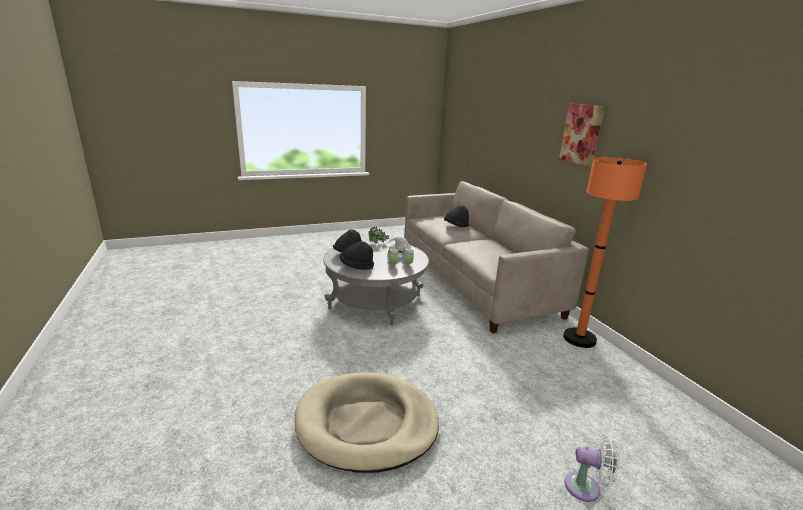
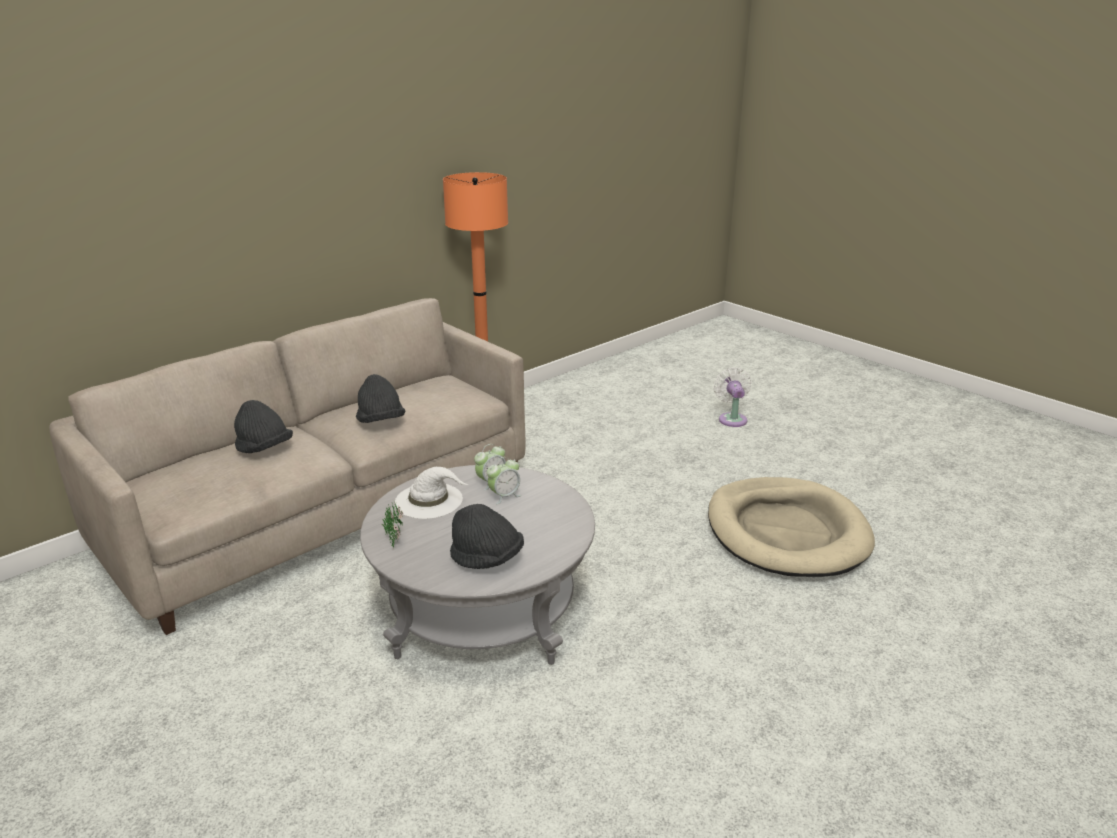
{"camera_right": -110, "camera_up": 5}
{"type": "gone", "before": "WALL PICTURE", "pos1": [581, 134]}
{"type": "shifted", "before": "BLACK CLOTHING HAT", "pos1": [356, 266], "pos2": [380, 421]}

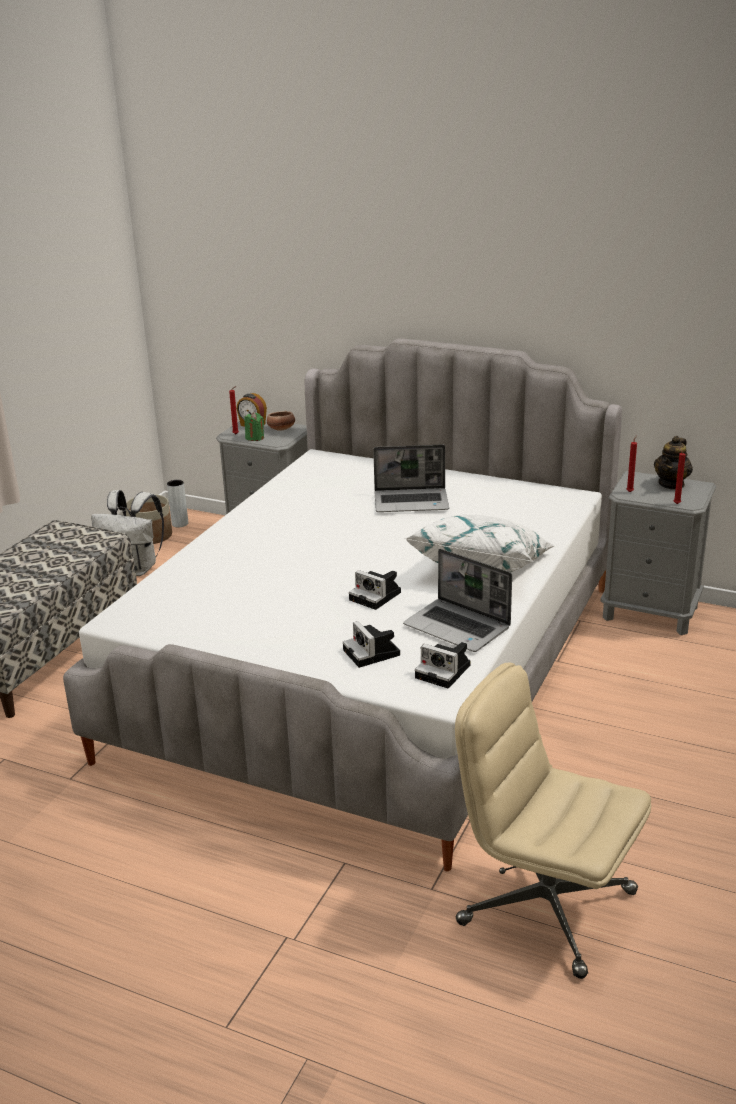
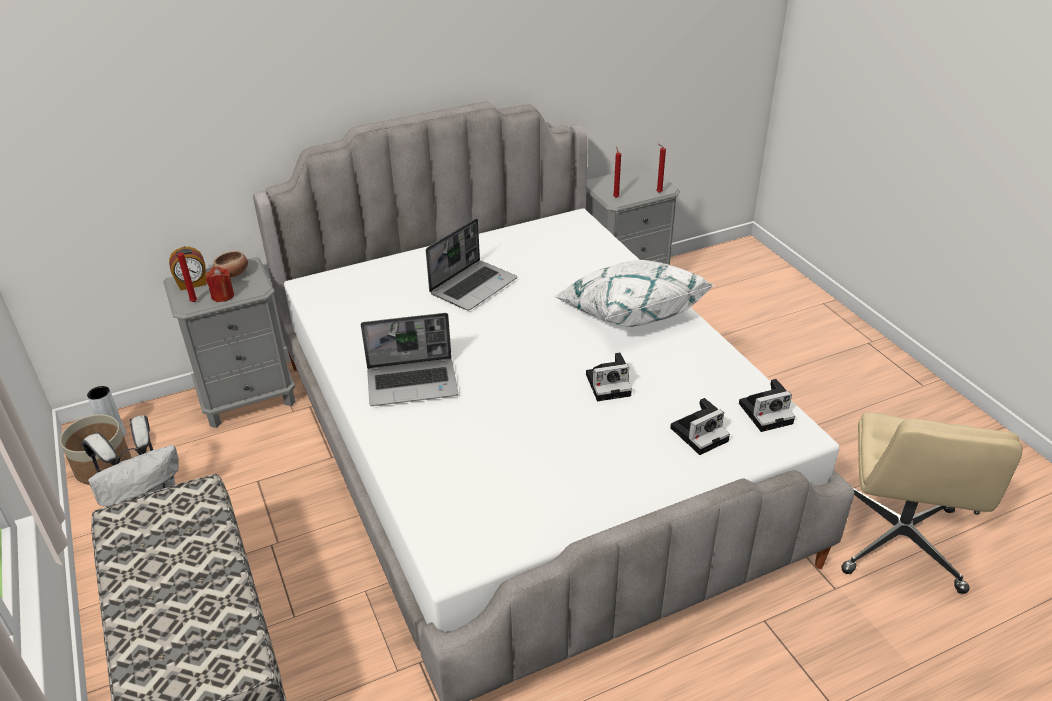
{"camera_right": -50, "camera_up": 10}
{"type": "gone", "before": "POT FOR TEA", "pos1": [671, 484]}
{"type": "shifted", "before": "PORTABLE COMPUTER", "pos1": [458, 627], "pos2": [413, 383]}
{"type": "repainted", "before": "GREEN-COLOURED WAX LIGHT", "after": "RED-COLOURED WAX LIGHT", "pos1": [255, 438], "pos2": [222, 296]}
{"type": "rotated", "before": "STILL CAMERA", "pos1": [373, 653], "pos2": [700, 433], "turn": -45}
{"type": "rotated", "before": "BEIGE DESK CHAIR", "pos1": [544, 907], "pos2": [899, 542], "turn": -60}

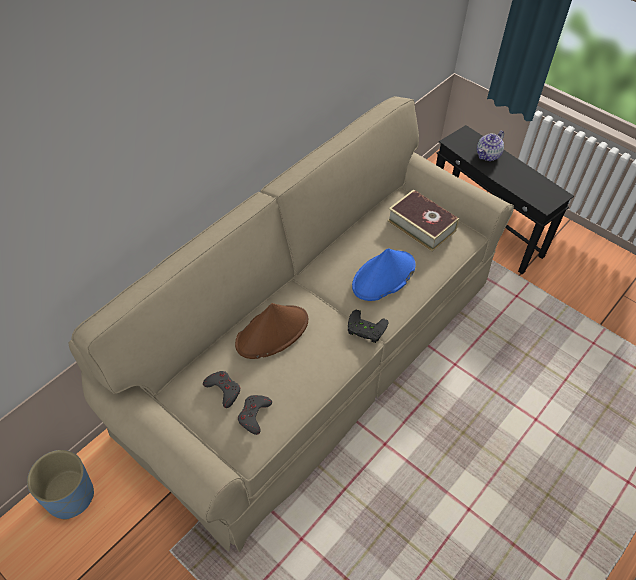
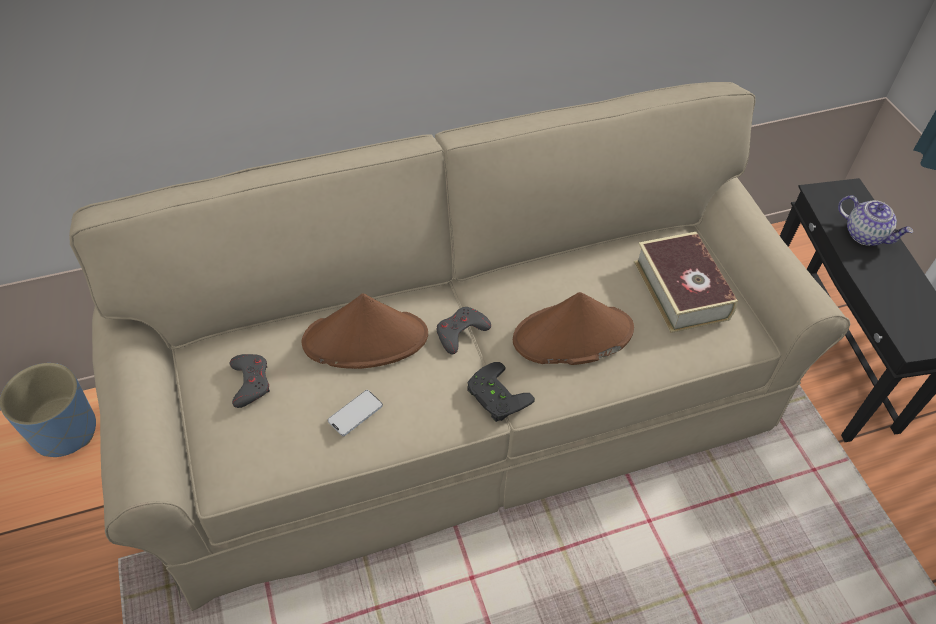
{"camera_right": 30, "camera_up": 0}
{"type": "new", "after": "HANDSET", "pos2": [355, 413]}
{"type": "shifted", "before": "GREYISH GAME CONTROLLER", "pos1": [254, 415], "pos2": [461, 332]}
{"type": "repainted", "before": "BLUE-COLOURED CLOTHING HAT", "after": "BROWNISH CLOTHING HAT", "pos1": [383, 276], "pos2": [572, 335]}
{"type": "rotated", "before": "POT FOR TEA", "pos1": [488, 155], "pos2": [865, 235], "turn": -120}

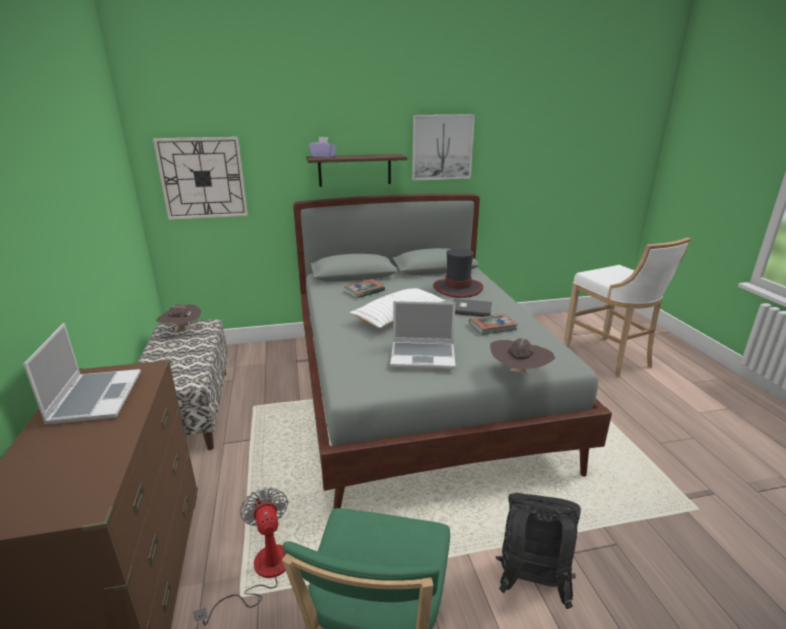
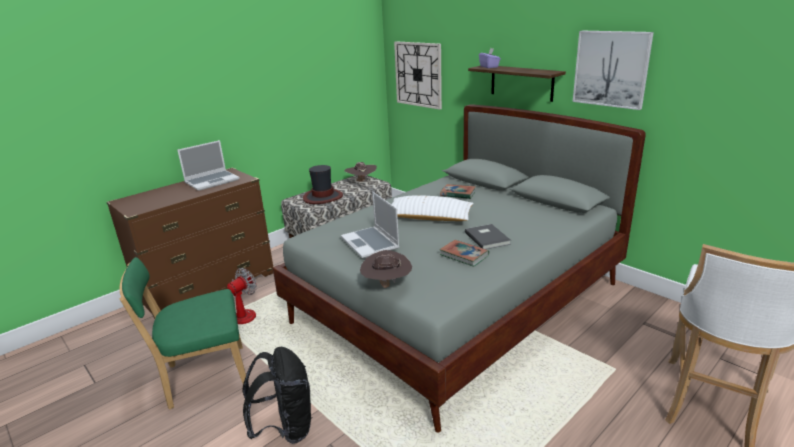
{"camera_right": 60, "camera_up": 0}
{"type": "shifted", "before": "CLOTHING HAT", "pos1": [458, 288], "pos2": [322, 197]}

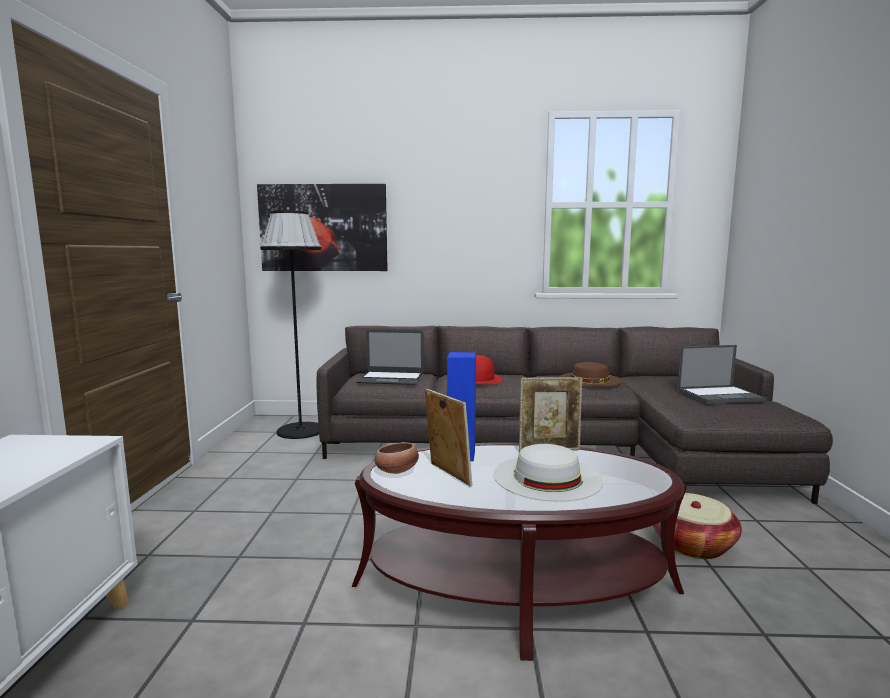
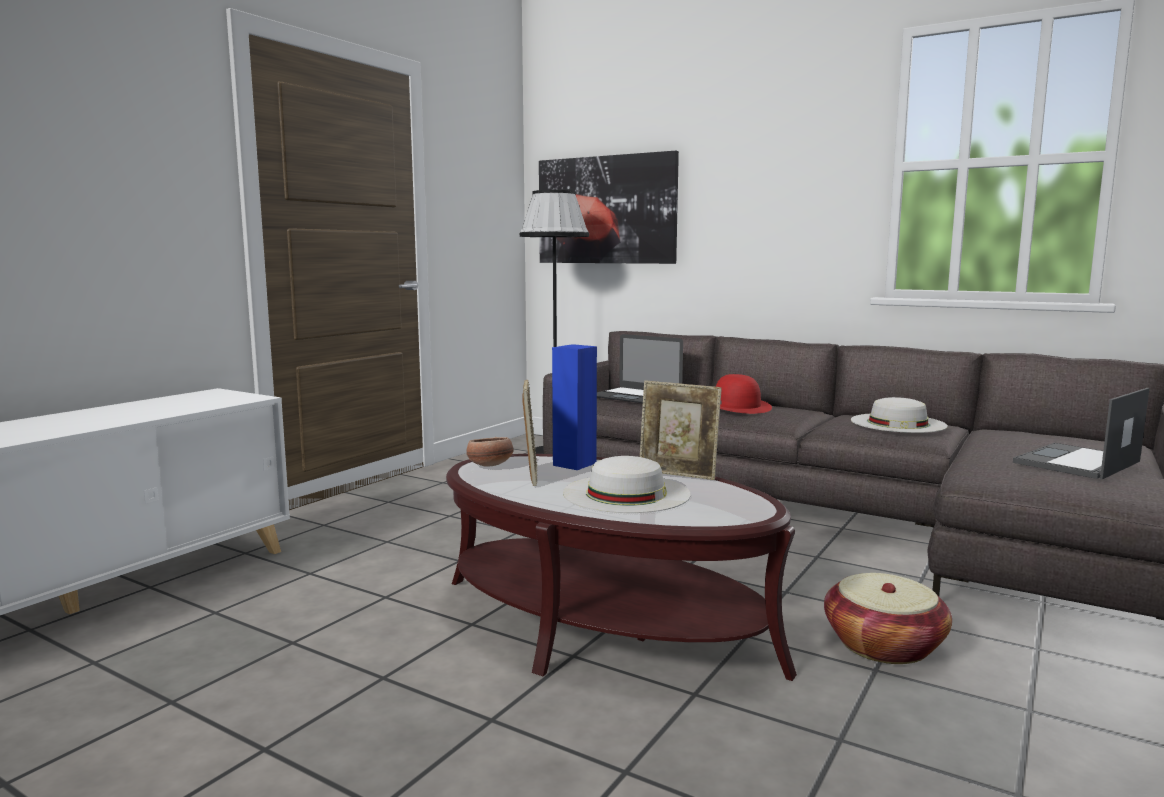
{"camera_right": 30, "camera_up": 0}
{"type": "repainted", "before": "BROWNISH CLOTHING HAT", "after": "WHITE CLOTHING HAT", "pos1": [590, 379], "pos2": [898, 423]}
{"type": "rotated", "before": "PORTABLE COMPUTER", "pos1": [720, 395], "pos2": [1076, 462], "turn": 120}

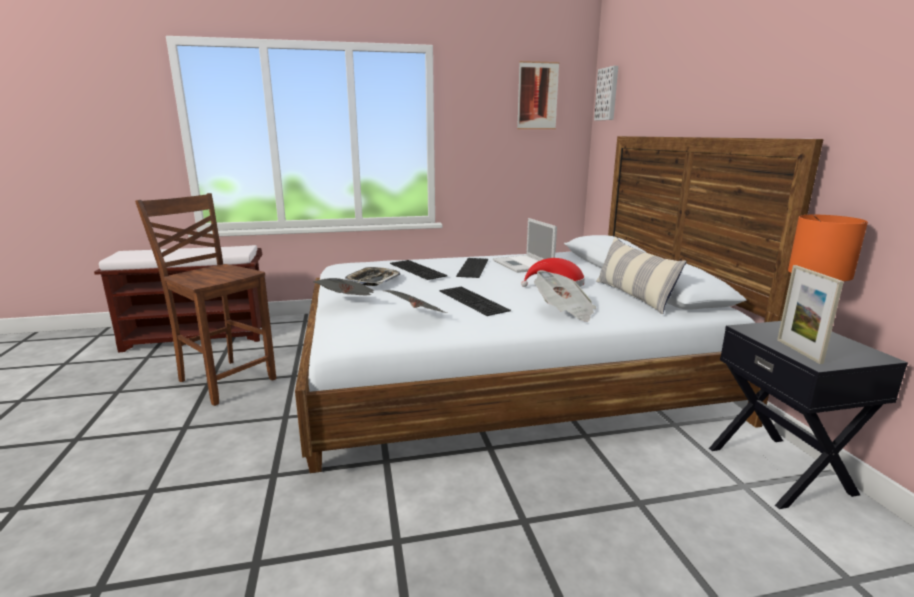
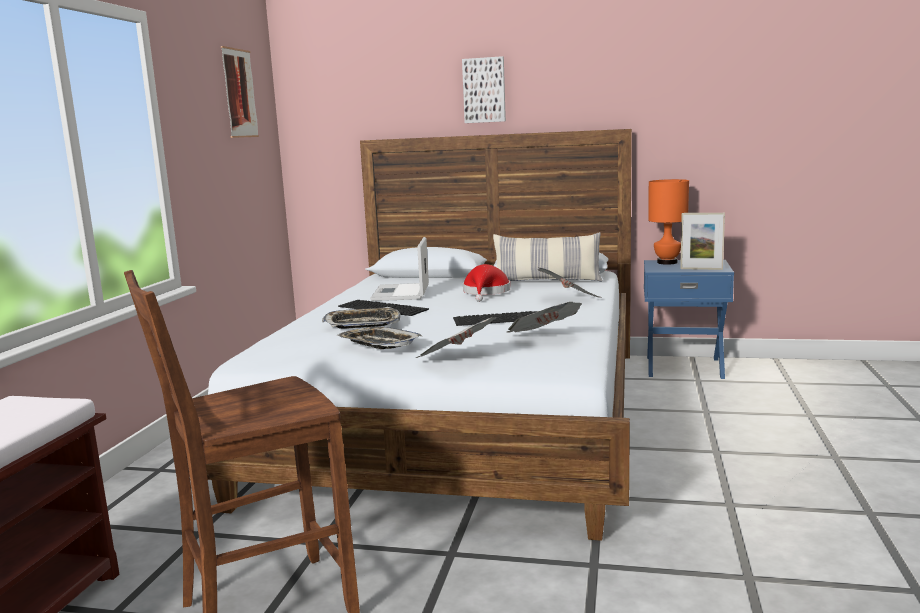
{"camera_right": -65, "camera_up": -5}
{"type": "shifted", "before": "WALL PICTURE", "pos1": [608, 94], "pos2": [484, 90]}
{"type": "swapped", "before": "PC KEYBOARD", "after": "CARRYING TRAY", "pos1": [419, 269], "pos2": [362, 324]}
{"type": "repainted", "before": "BLACK BEDSIDE TABLE", "after": "BLUE-COLOURED BEDSIDE TABLE", "pos1": [780, 470], "pos2": [684, 367]}
{"type": "rotated", "before": "PORTABLE COMPUTER", "pos1": [523, 264], "pos2": [401, 293], "turn": 90}

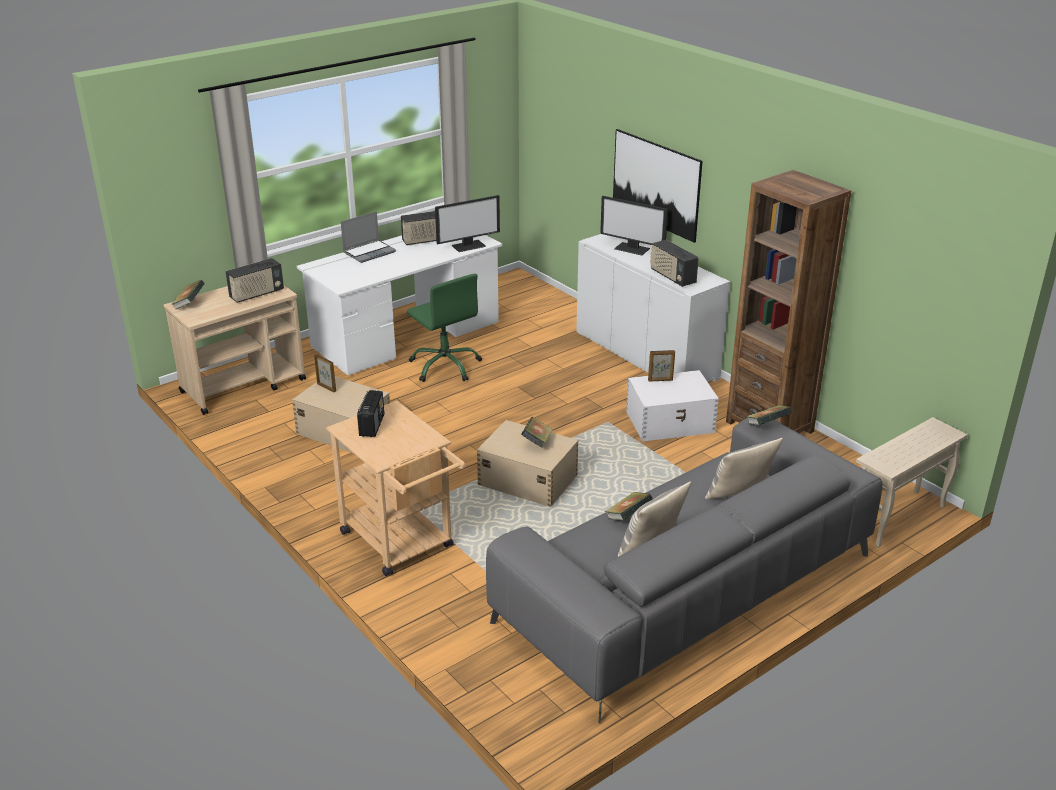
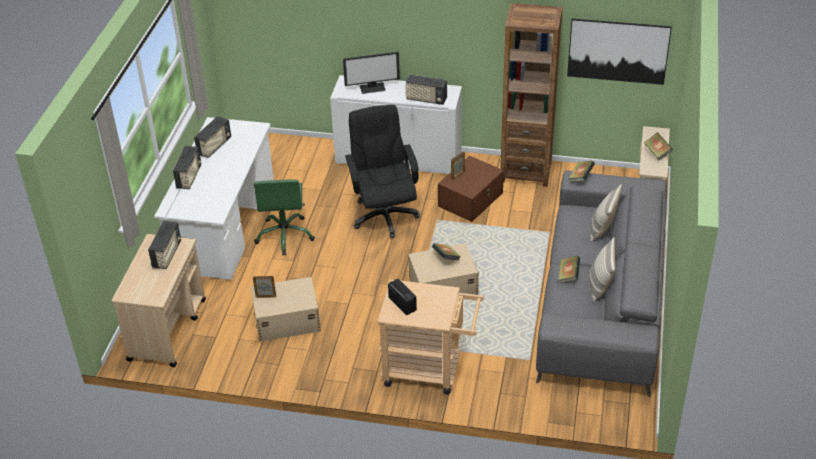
{"camera_right": -40, "camera_up": 10}
{"type": "gone", "before": "COMPUTER SCREEN", "pos1": [468, 245]}
{"type": "new", "after": "BLACK DESK CHAIR", "pos2": [384, 215]}
{"type": "shifted", "before": "VOLUME", "pos1": [189, 304], "pos2": [657, 153]}
{"type": "shifted", "before": "WALL PICTURE", "pos1": [656, 184], "pos2": [618, 51]}
{"type": "swapped", "before": "PORTABLE COMPUTER", "after": "RADIO SET", "pos1": [369, 252], "pos2": [189, 177]}
{"type": "repainted", "before": "WHITE STORAGE CONTAINER", "after": "BROWNISH STORAGE CONTAINER", "pos1": [671, 422], "pos2": [471, 199]}
{"type": "rotated", "before": "GREEN-COLOURED DESK CHAIR", "pos1": [445, 366], "pos2": [285, 235], "turn": 75}

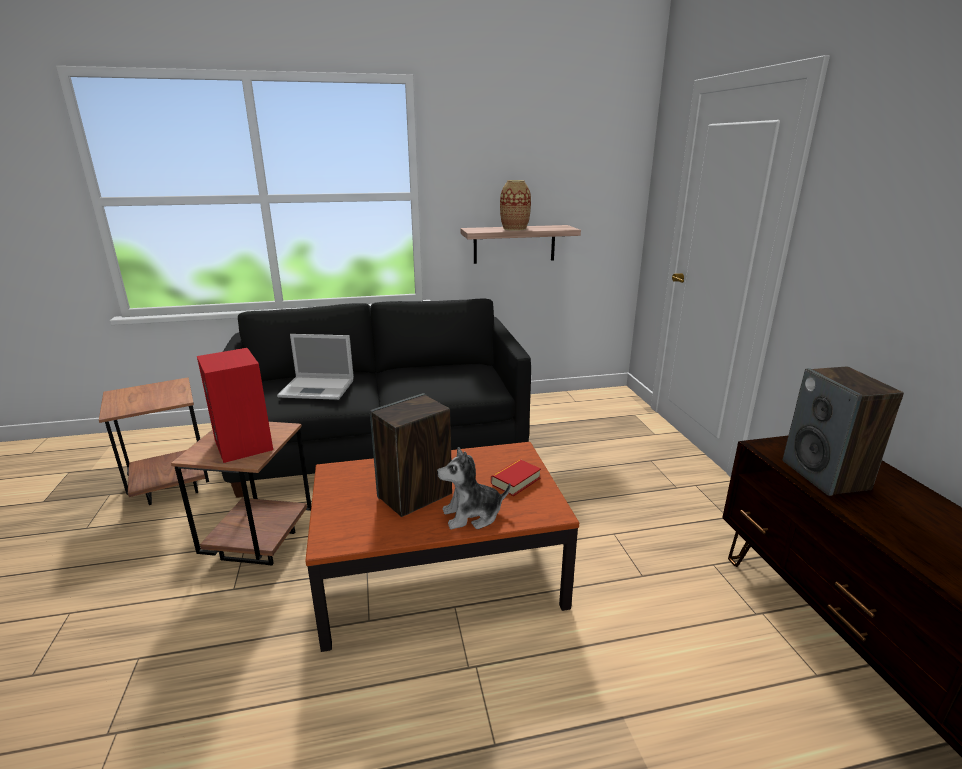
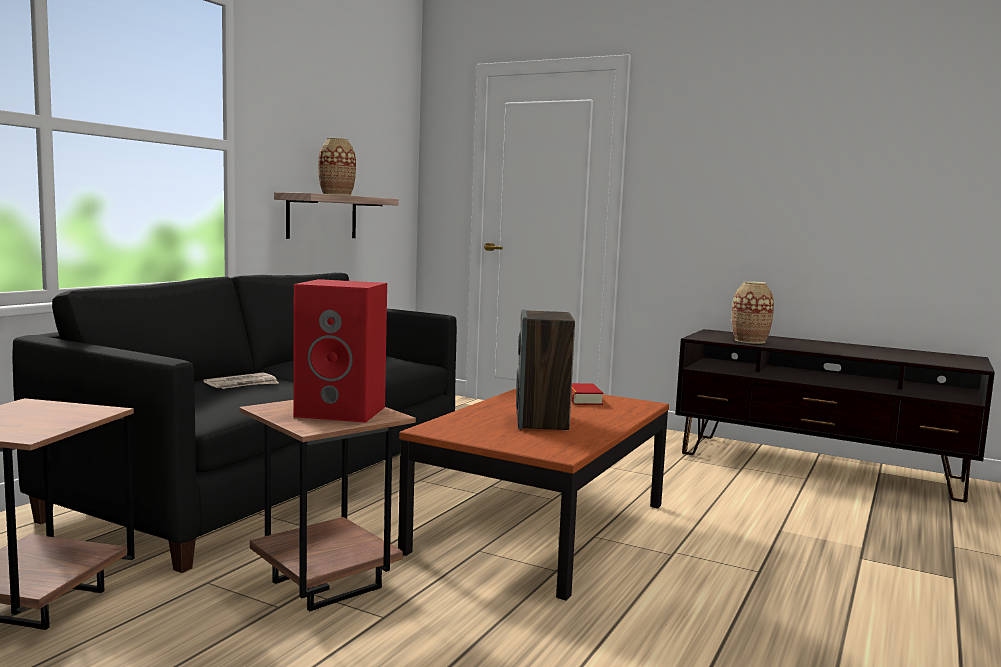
{"camera_right": -50, "camera_up": -15}
{"type": "gone", "before": "PLUSH TOY", "pos1": [472, 515]}
{"type": "swapped", "before": "PORTABLE COMPUTER", "after": "DAILY PAPER", "pos1": [318, 388], "pos2": [243, 384]}
{"type": "swapped", "before": "LOUDSPEAKER", "after": "FLOWER VASE", "pos1": [826, 475], "pos2": [750, 341]}

